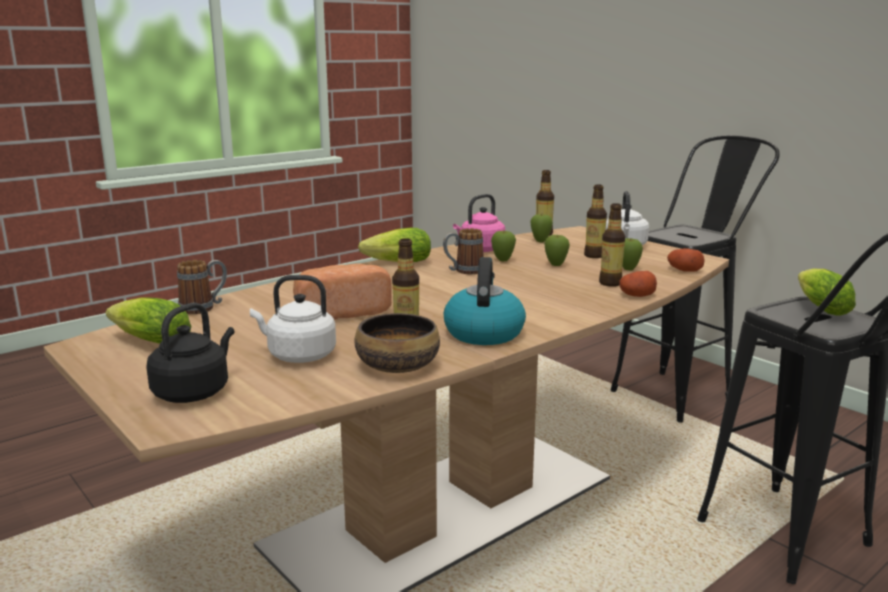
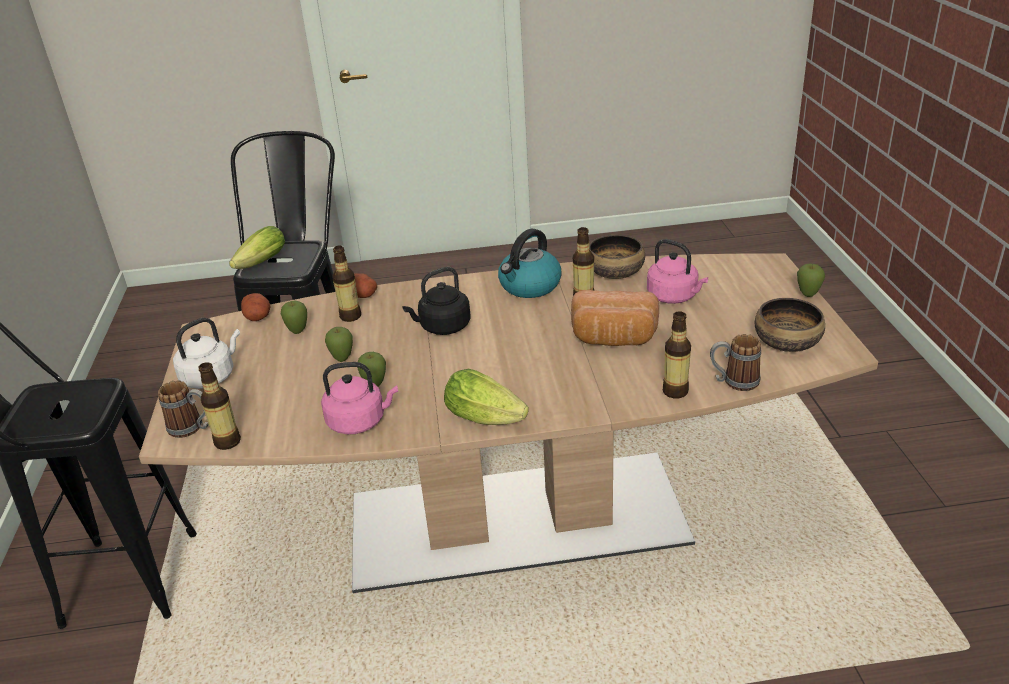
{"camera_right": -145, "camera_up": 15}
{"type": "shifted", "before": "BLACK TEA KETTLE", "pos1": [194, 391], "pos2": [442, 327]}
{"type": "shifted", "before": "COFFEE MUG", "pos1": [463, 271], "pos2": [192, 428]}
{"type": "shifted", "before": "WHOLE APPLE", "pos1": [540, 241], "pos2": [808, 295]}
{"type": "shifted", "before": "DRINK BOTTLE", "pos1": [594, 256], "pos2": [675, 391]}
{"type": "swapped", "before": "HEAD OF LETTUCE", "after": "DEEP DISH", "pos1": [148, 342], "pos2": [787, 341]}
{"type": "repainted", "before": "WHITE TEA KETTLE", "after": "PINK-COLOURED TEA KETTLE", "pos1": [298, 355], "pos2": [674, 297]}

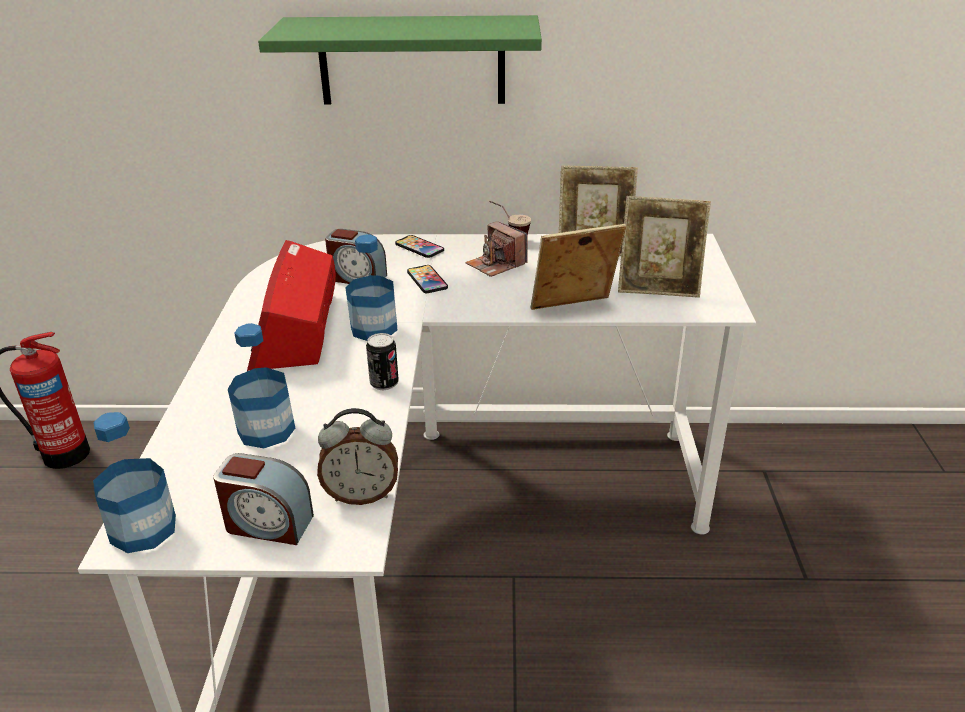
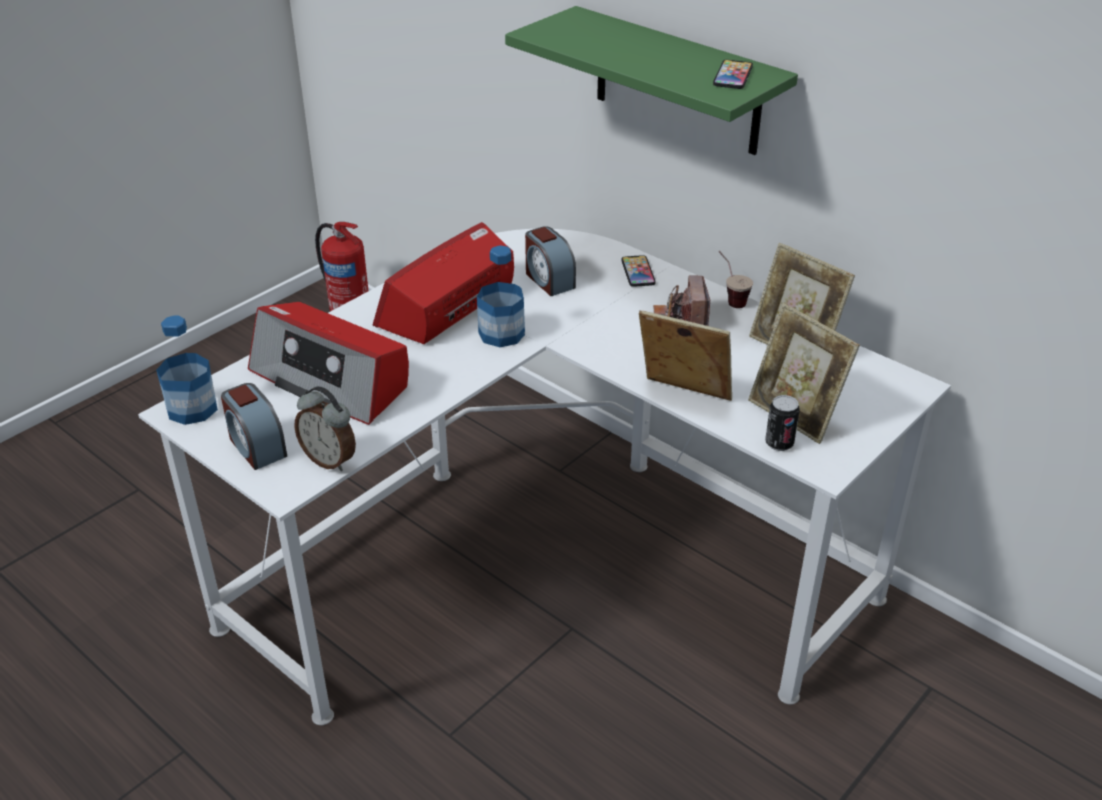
{"camera_right": 40, "camera_up": 5}
{"type": "shifted", "before": "SEALED CAN", "pos1": [384, 383], "pos2": [779, 443]}
{"type": "shifted", "before": "HANDSET", "pos1": [427, 280], "pos2": [732, 76]}
{"type": "swapped", "before": "DRINK BOTTLE", "after": "RADIO SET", "pos1": [266, 430], "pos2": [332, 379]}

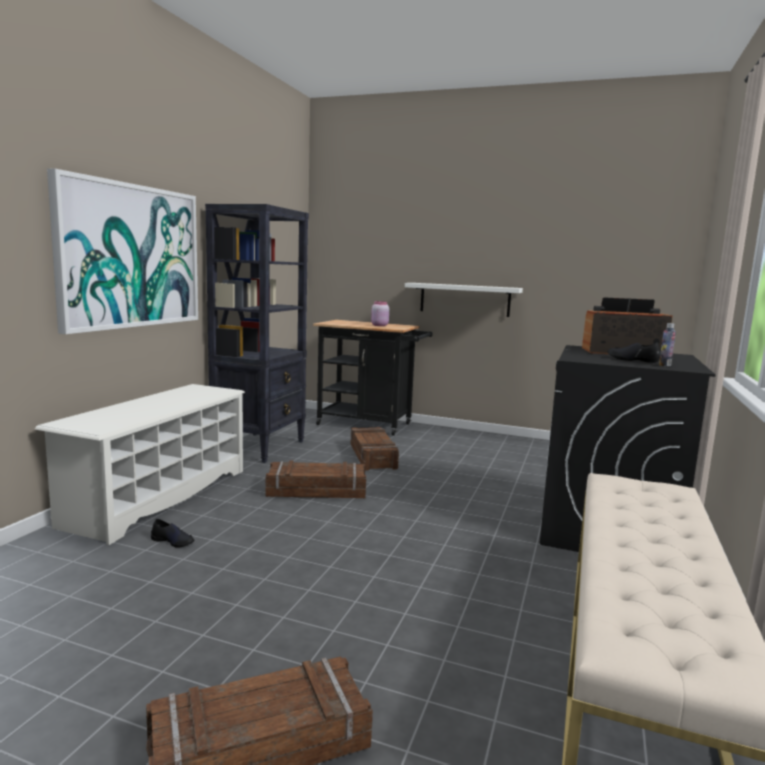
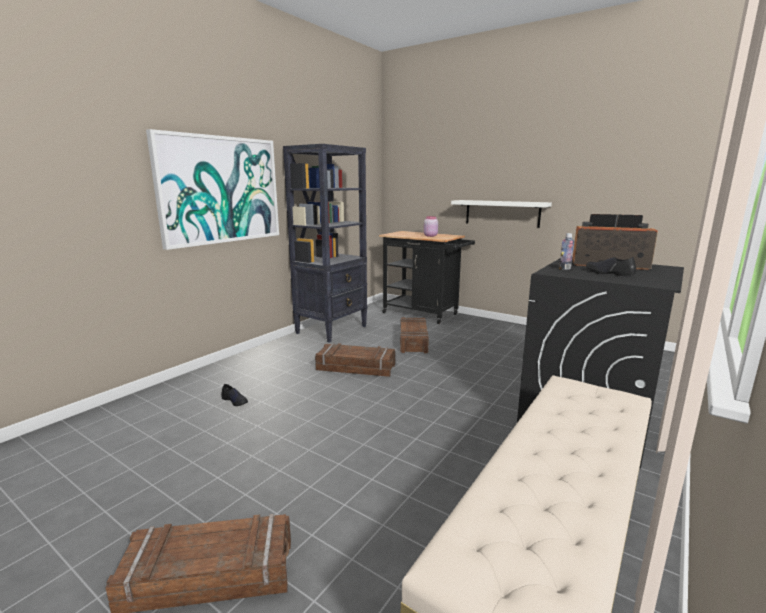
{"camera_right": 15, "camera_up": 5}
{"type": "gone", "before": "WHITE SHOE RACK", "pos1": [158, 496]}
{"type": "shifted", "before": "DRINK BOTTLE", "pos1": [665, 365], "pos2": [564, 269]}

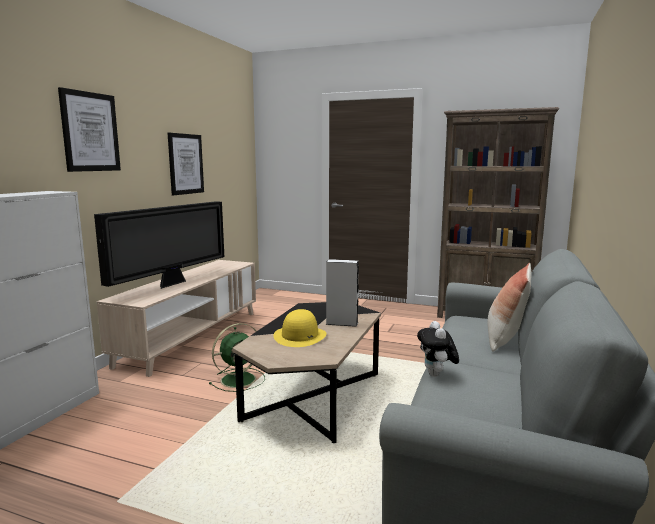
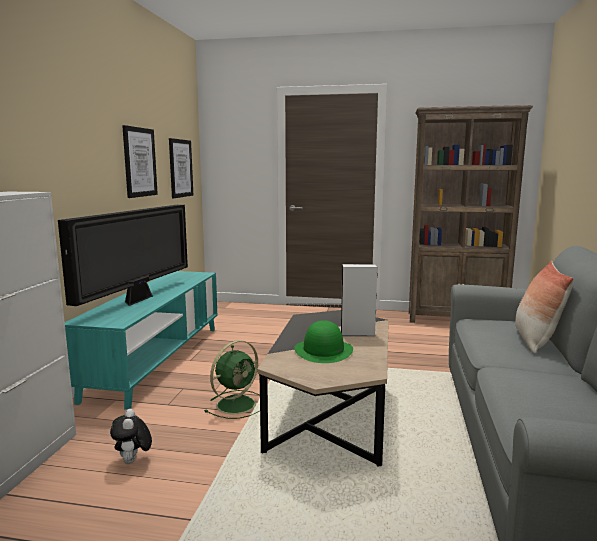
{"camera_right": -10, "camera_up": 0}
{"type": "shifted", "before": "WALL PICTURE", "pos1": [90, 132], "pos2": [180, 168]}
{"type": "shifted", "before": "PLUSH TOY", "pos1": [436, 375], "pos2": [133, 461]}
{"type": "repainted", "before": "BEIGE TV UNIT", "after": "TURQUOISE TV UNIT", "pos1": [191, 337], "pos2": [157, 360]}
{"type": "repainted", "before": "YELLOWISH CLOTHING HAT", "after": "GREEN-COLOURED CLOTHING HAT", "pos1": [300, 336], "pos2": [323, 351]}

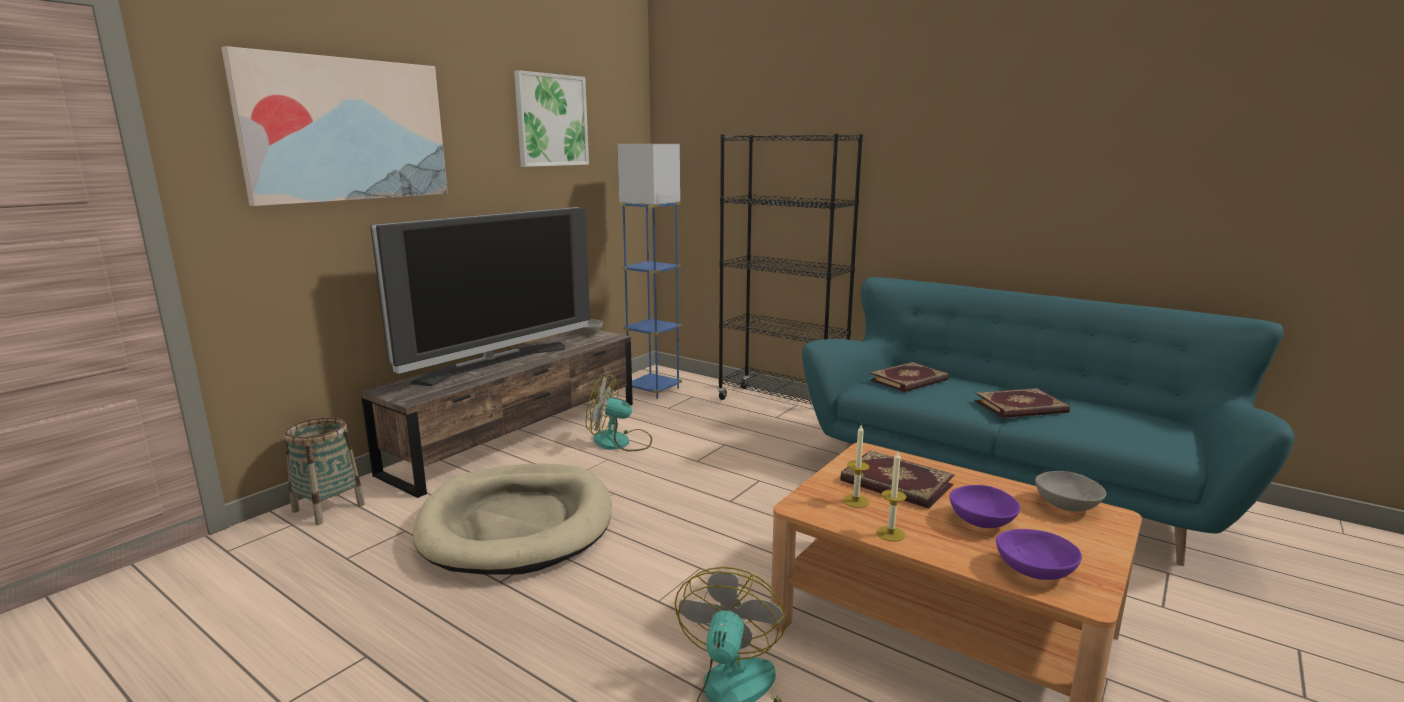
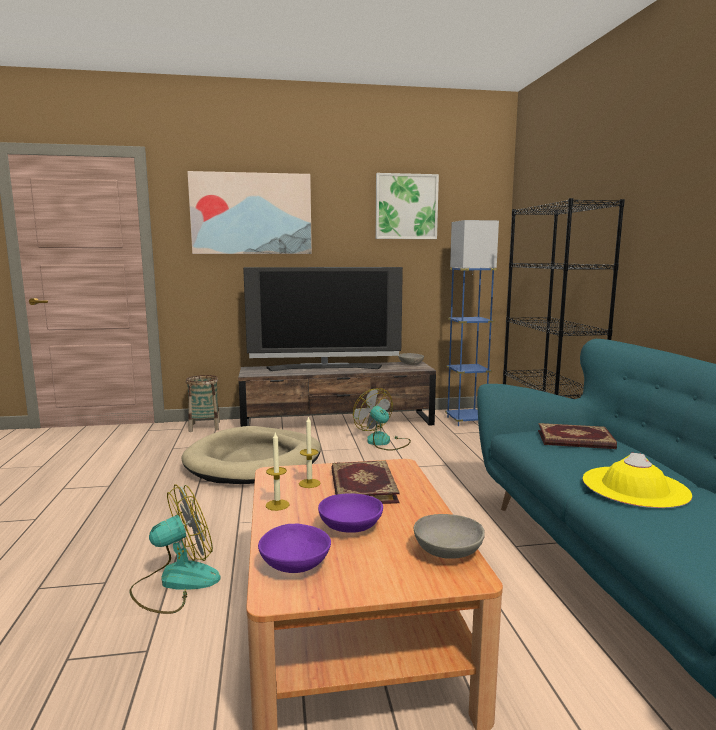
{"camera_right": 45, "camera_up": -5}
{"type": "swapped", "before": "VOLUME", "after": "YELLOWISH CLOTHING HAT", "pos1": [1021, 407], "pos2": [634, 487]}

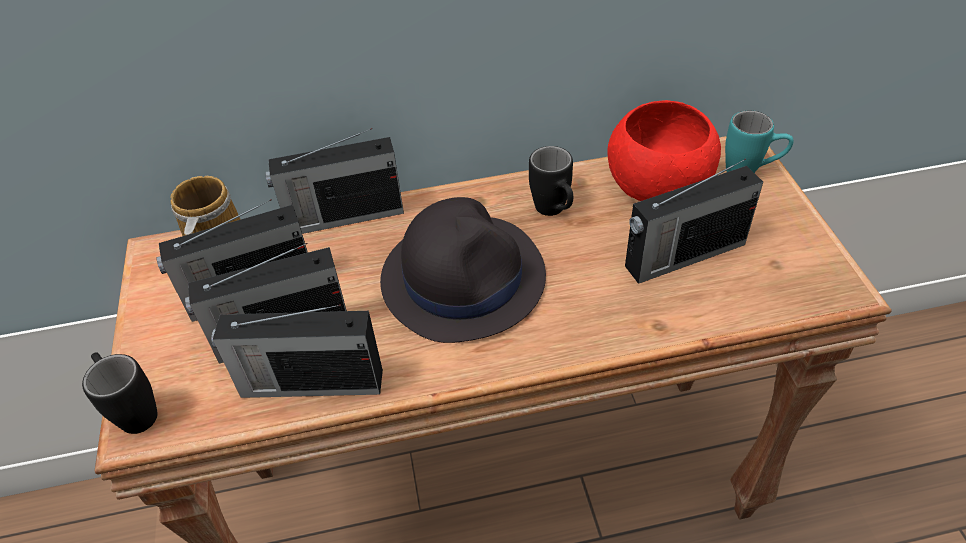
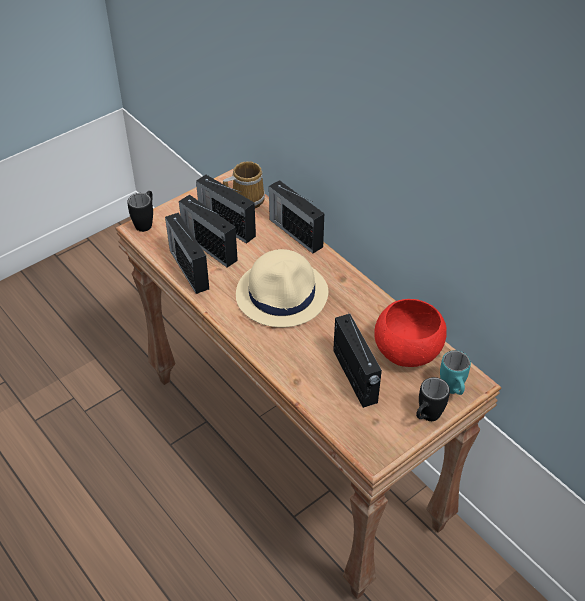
{"camera_right": 60, "camera_up": 0}
{"type": "shifted", "before": "BLACK COFFEE MUG", "pos1": [554, 212], "pos2": [426, 418]}
{"type": "repainted", "before": "BLACK CLOTHING HAT", "after": "BEIGE CLOTHING HAT", "pos1": [463, 277], "pos2": [282, 294]}
{"type": "rotated", "before": "RADIO SET", "pos1": [682, 255], "pos2": [355, 377], "turn": -150}

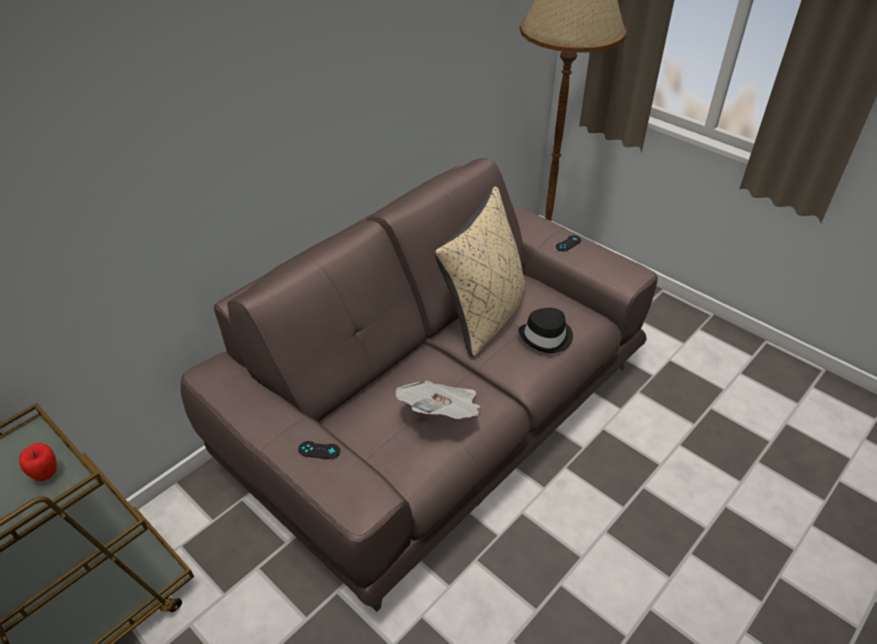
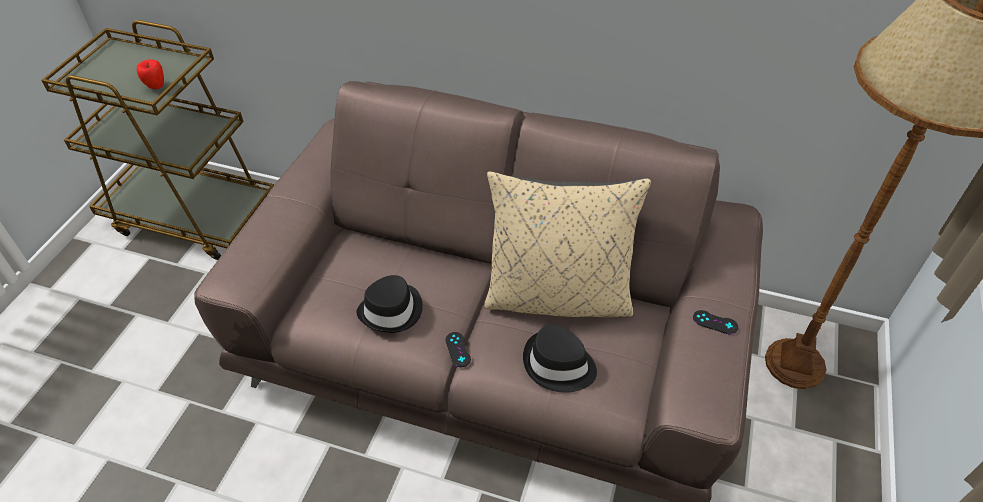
{"camera_right": 65, "camera_up": 5}
{"type": "shifted", "before": "BLACK GAME CONTROLLER", "pos1": [319, 450], "pos2": [458, 349]}
{"type": "swapped", "before": "DAILY PAPER", "after": "BLACK CLOTHING HAT", "pos1": [442, 413], "pos2": [392, 310]}

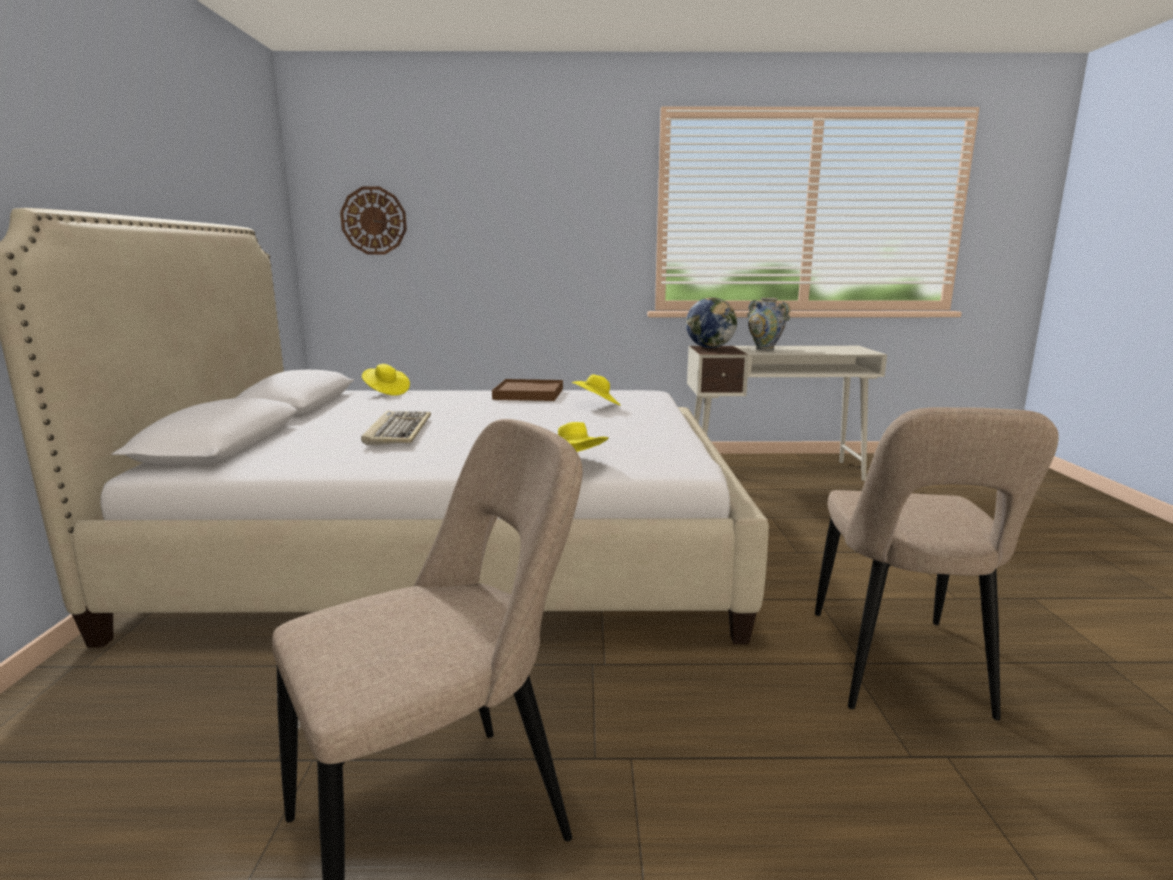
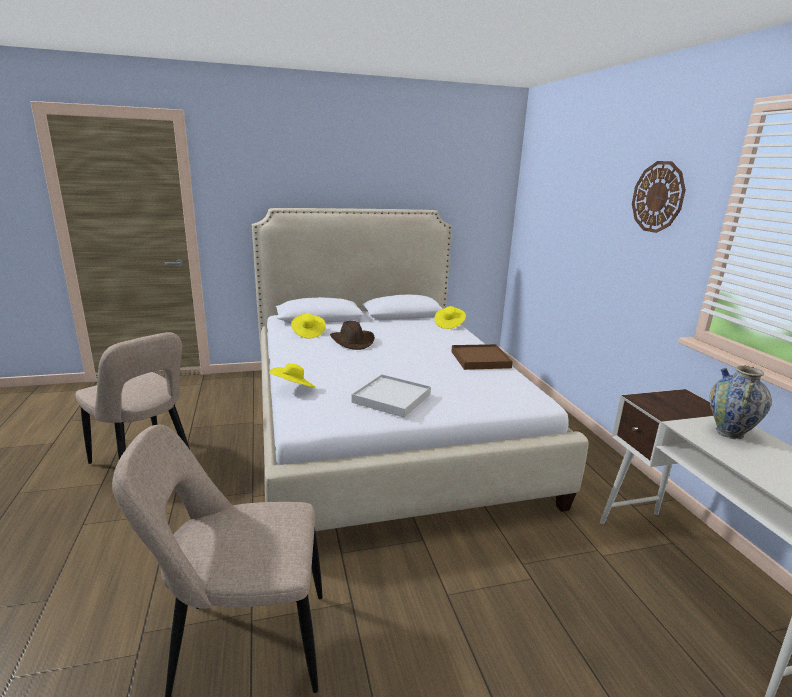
{"camera_right": 75, "camera_up": 5}
{"type": "gone", "before": "DESK GLOBE", "pos1": [710, 347]}
{"type": "new", "after": "WHITE CARRYING TRAY", "pos2": [392, 398]}
{"type": "shifted", "before": "WALL CLOCK", "pos1": [374, 221], "pos2": [658, 197]}
{"type": "shifted", "before": "YELLOWISH CLOTHING HAT", "pos1": [597, 405], "pos2": [308, 333]}
{"type": "swapped", "before": "PC KEYBOARD", "after": "BROWNISH CLOTHING HAT", "pos1": [398, 431], "pos2": [353, 341]}

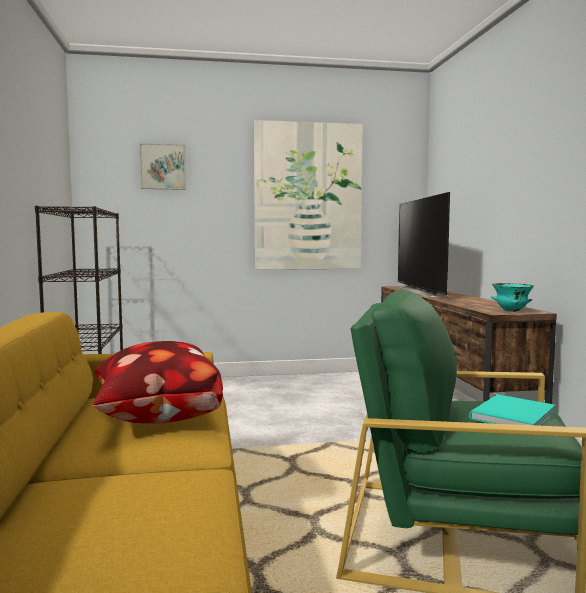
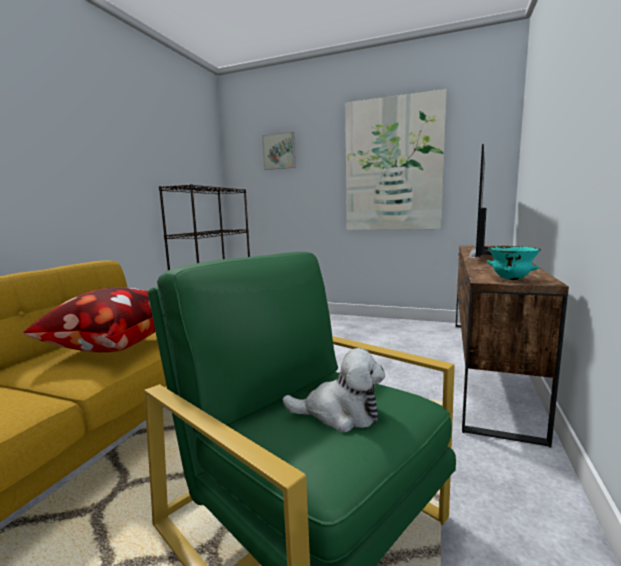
{"camera_right": 30, "camera_up": 5}
{"type": "swapped", "before": "TURQUOISE VOLUME", "after": "PLUSH TOY", "pos1": [509, 415], "pos2": [339, 413]}

